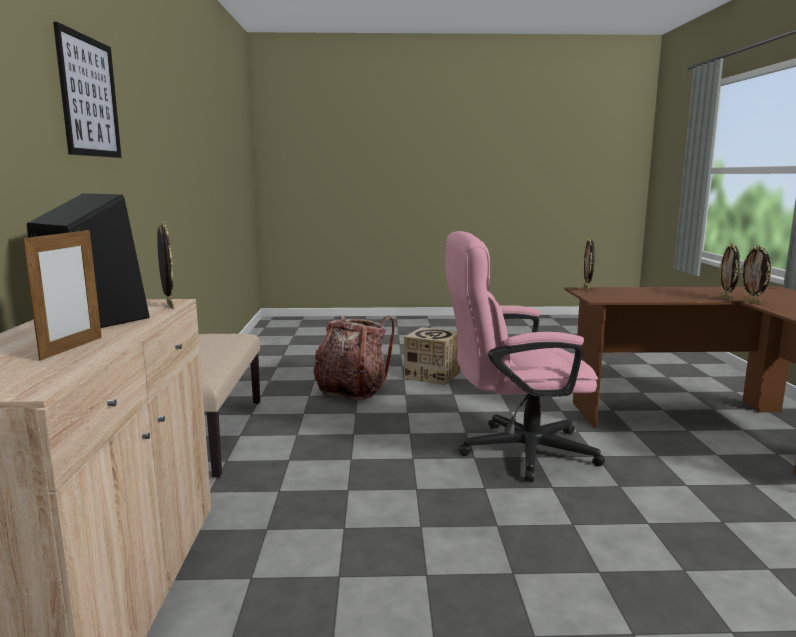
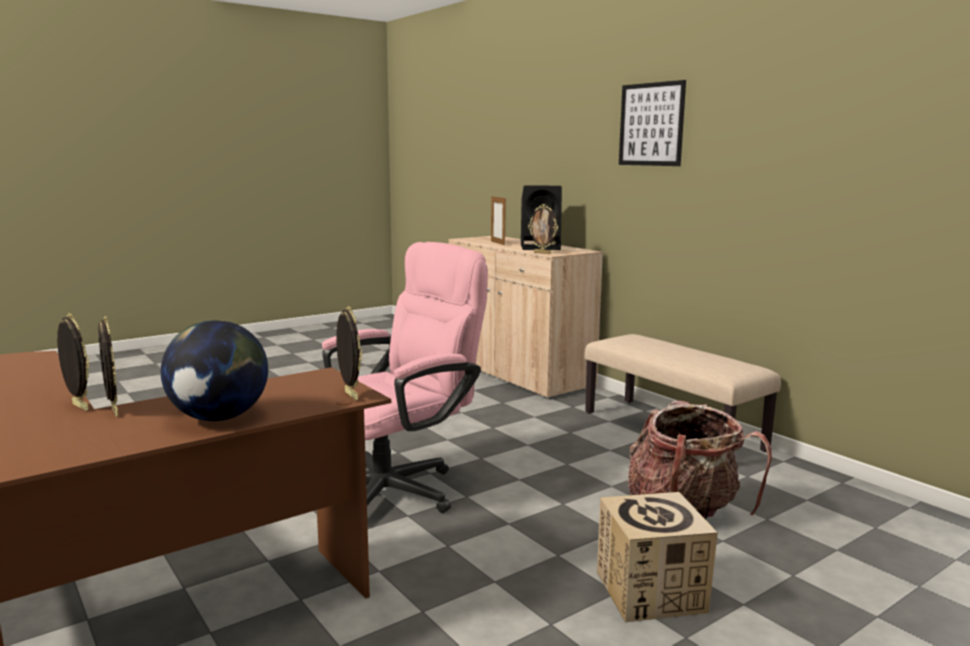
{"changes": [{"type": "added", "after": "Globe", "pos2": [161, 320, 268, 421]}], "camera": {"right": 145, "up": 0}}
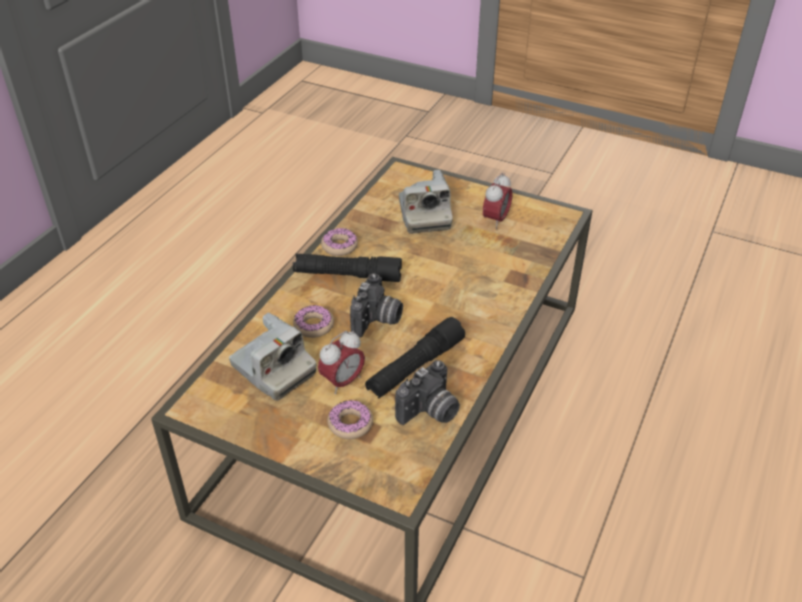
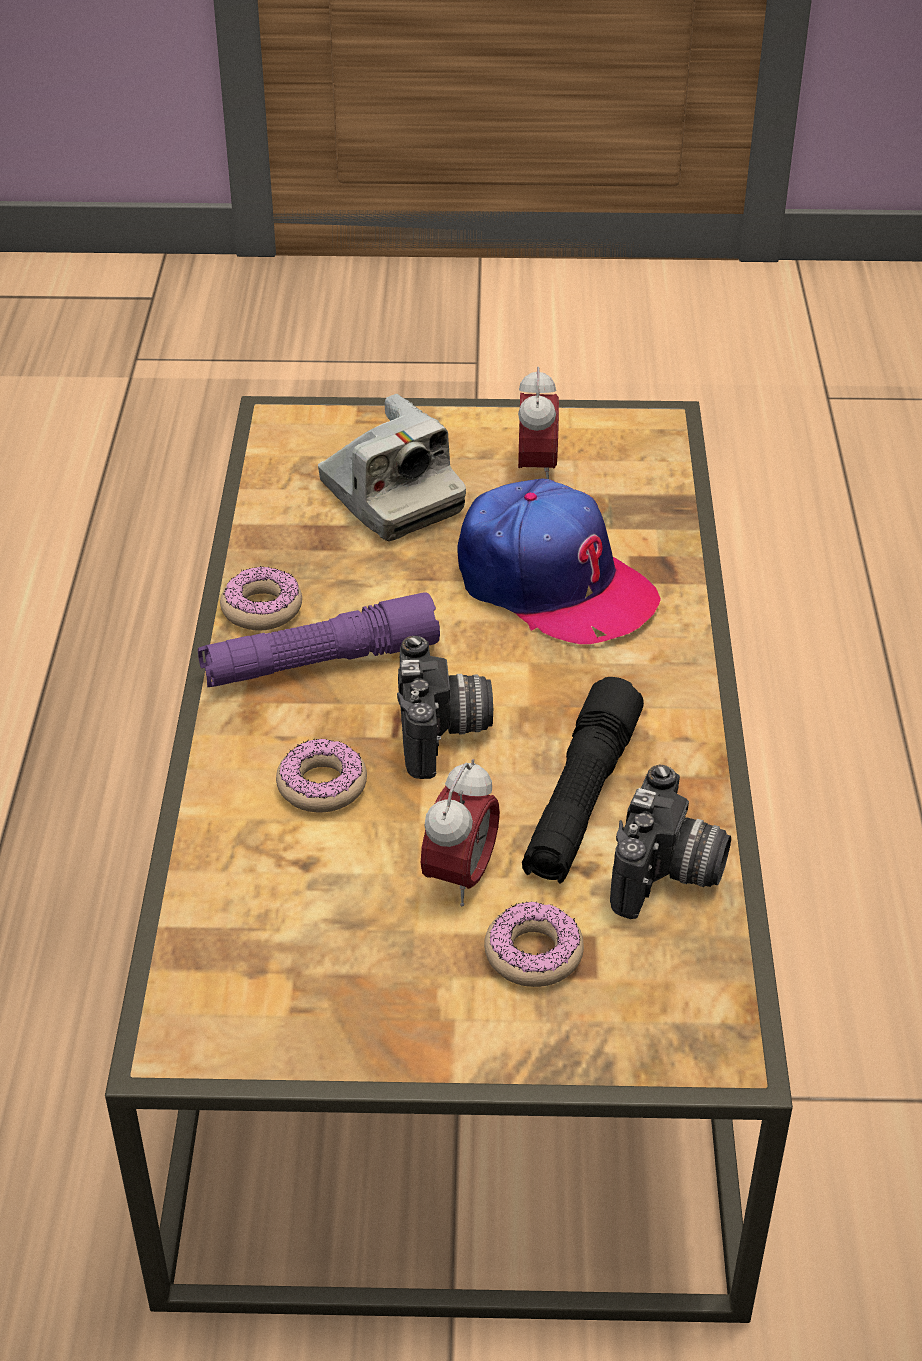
{"changes": [{"type": "removed", "before": "PhotoCamera", "pos1": [229, 313, 316, 401]}, {"type": "recoloured", "before": "BlackFlashlight", "after": "PurpleFlashlight", "pos1": [293, 254, 402, 282], "pos2": [198, 592, 440, 687]}, {"type": "added", "after": "Cap", "pos2": [457, 479, 661, 644]}], "camera": {"right": -25, "up": 0}}
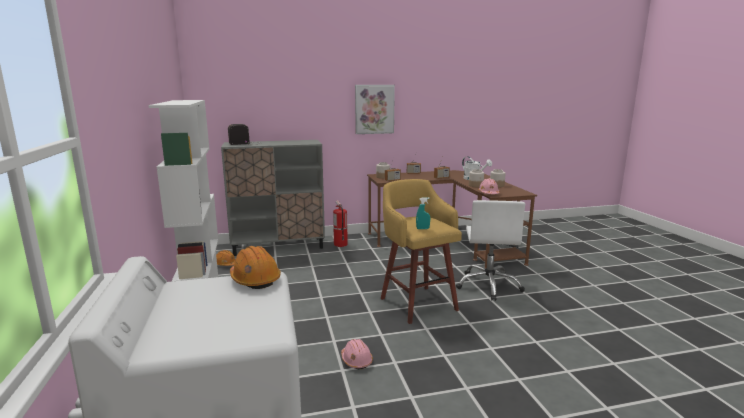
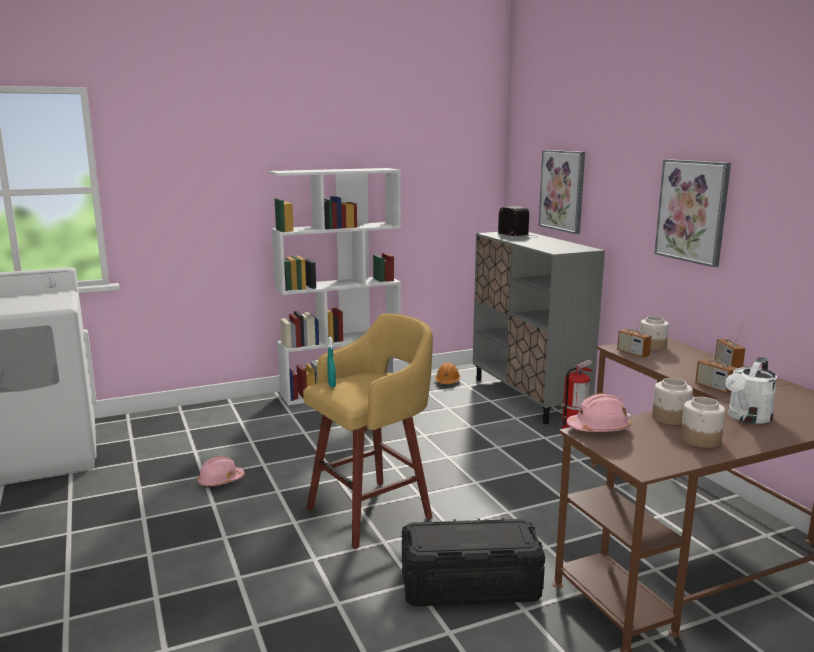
{"changes": [{"type": "removed", "before": "OrangeHardHat", "pos1": [230, 246, 281, 289]}, {"type": "replaced", "before": "WhiteOfficeChair", "after": "BlackStorageBox", "pos1": [456, 200, 525, 301], "pos2": [402, 518, 545, 606]}, {"type": "added", "after": "Picture", "pos2": [539, 150, 585, 234]}], "camera": {"right": 80, "up": 0}}
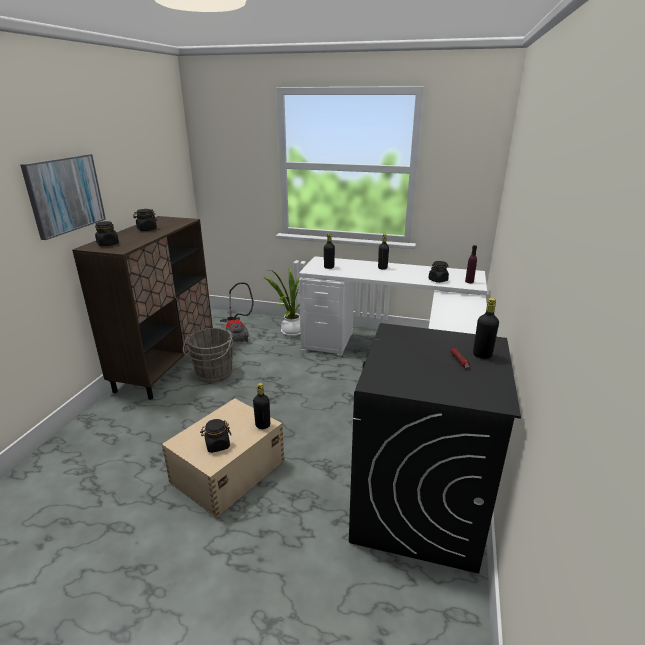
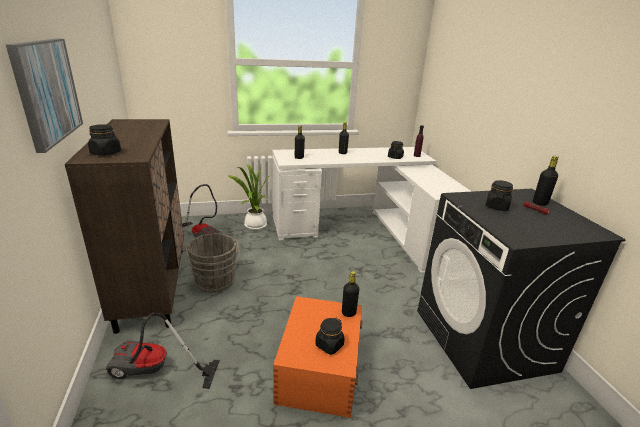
{"changes": [{"type": "moved", "before": "BlackJar", "pos1": [133, 209, 157, 231], "pos2": [485, 180, 513, 211]}, {"type": "recoloured", "before": "BeigeStorageBox", "after": "OrangeStorageBox", "pos1": [162, 398, 284, 518], "pos2": [273, 296, 362, 418]}, {"type": "added", "after": "VacuumCleaner", "pos2": [106, 313, 220, 389]}], "camera": {"right": -30, "up": 0}}
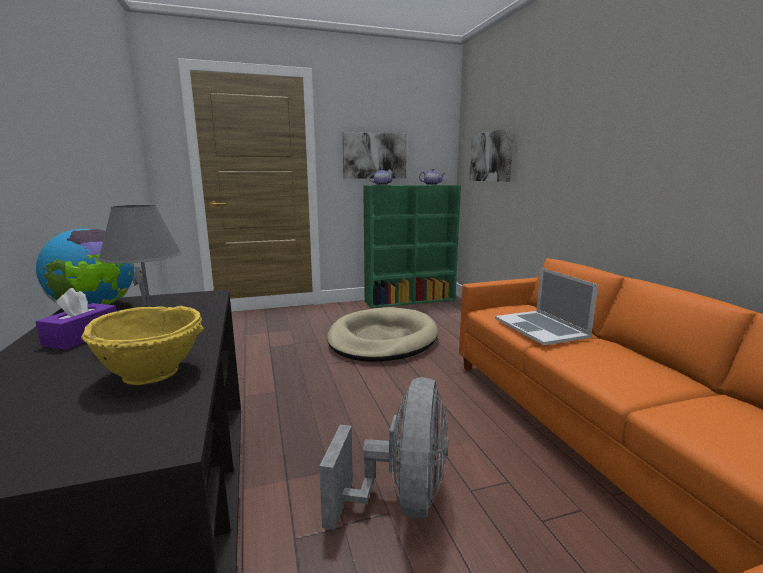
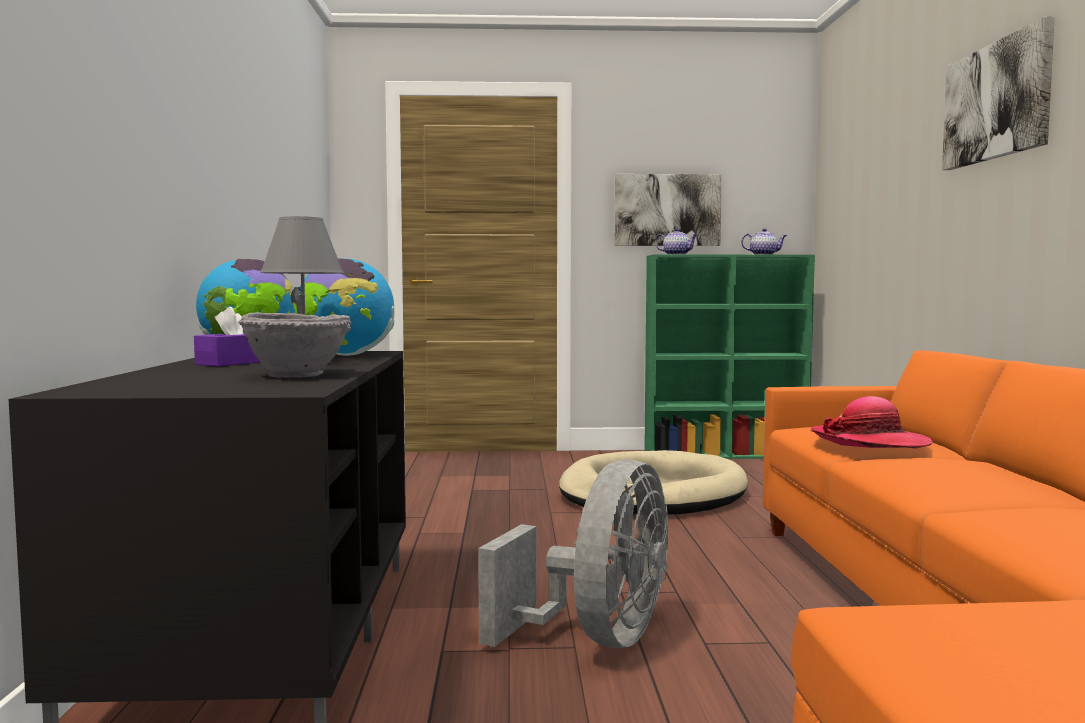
{"changes": [{"type": "recoloured", "before": "YellowBowl", "after": "GreyBowl", "pos1": [81, 306, 204, 385], "pos2": [239, 313, 351, 378]}, {"type": "moved", "before": "Picture", "pos1": [469, 128, 514, 182], "pos2": [942, 17, 1055, 170]}, {"type": "replaced", "before": "Laptop", "after": "Hat", "pos1": [495, 268, 598, 345], "pos2": [810, 396, 933, 449]}, {"type": "added", "after": "Globe", "pos2": [293, 258, 395, 356]}], "camera": {"right": 15, "up": -10}}
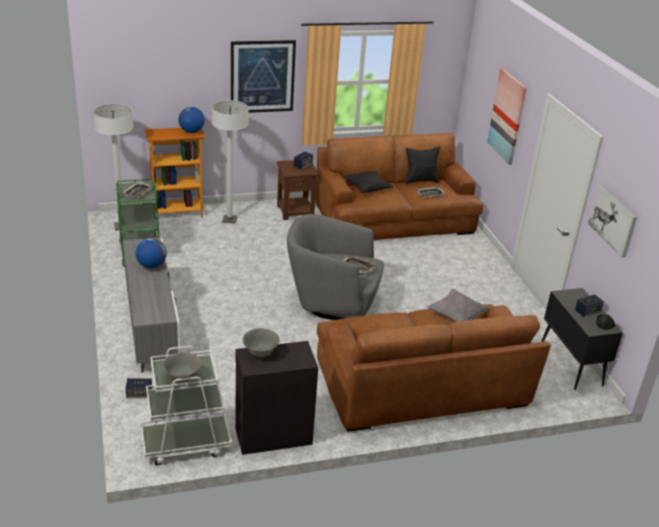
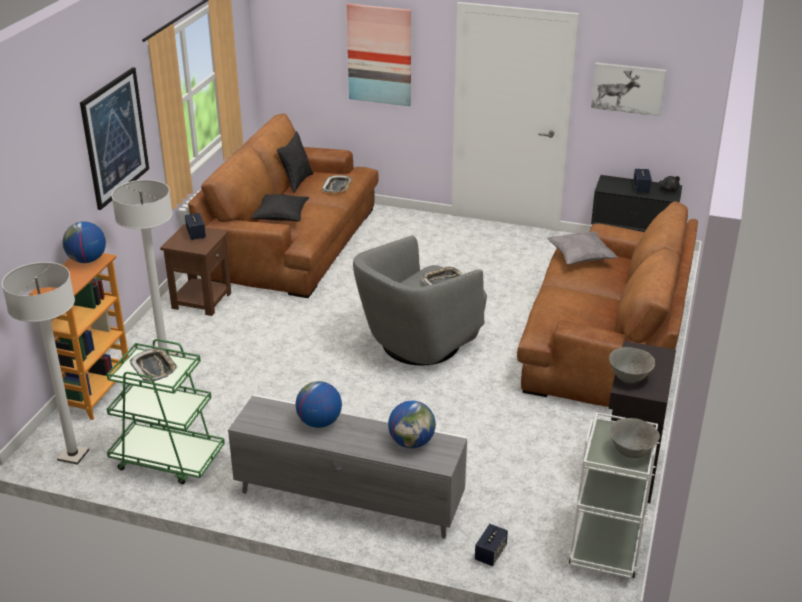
{"changes": [{"type": "added", "after": "Globe", "pos2": [388, 401, 436, 448]}], "camera": {"right": -55, "up": 0}}
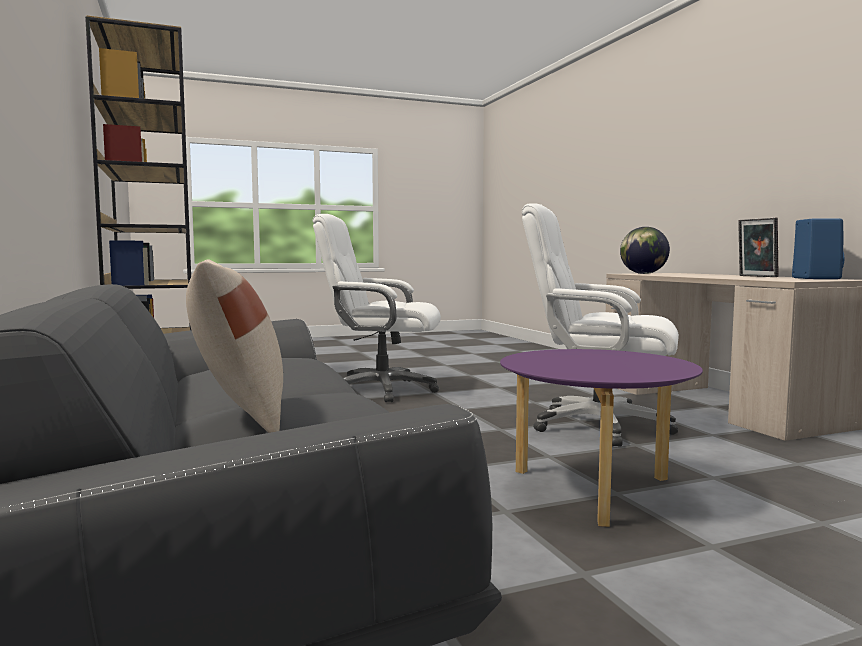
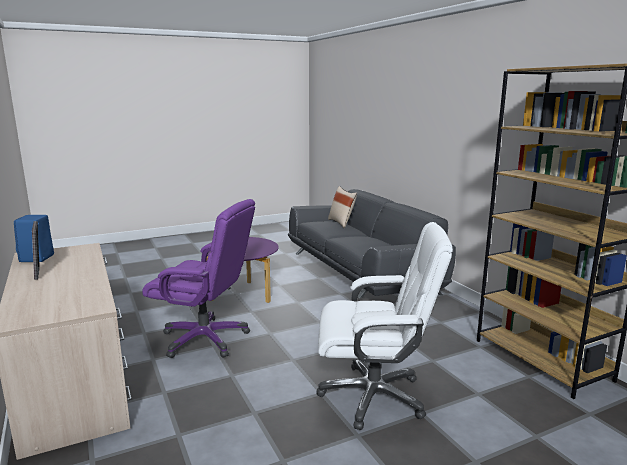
{"changes": [{"type": "recoloured", "before": "WhiteOfficeChair", "after": "PurpleOfficeChair", "pos1": [522, 203, 679, 447], "pos2": [142, 199, 255, 358]}, {"type": "removed", "before": "Globe", "pos1": [620, 227, 670, 274]}], "camera": {"right": 175, "up": 10}}
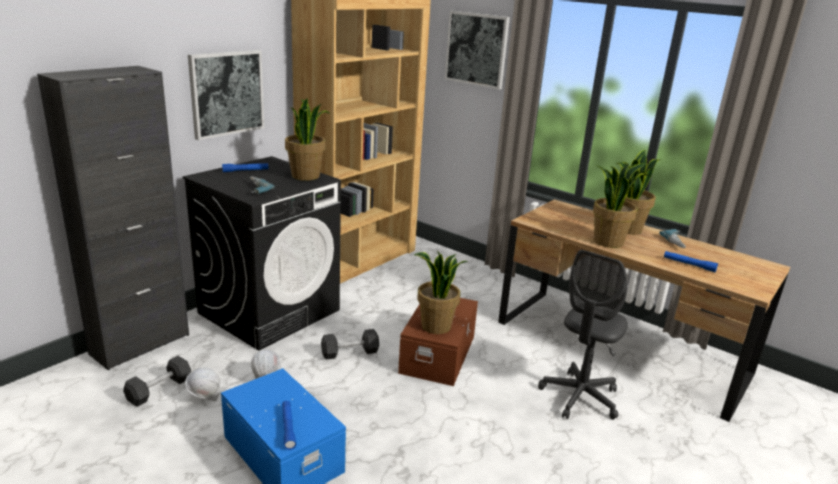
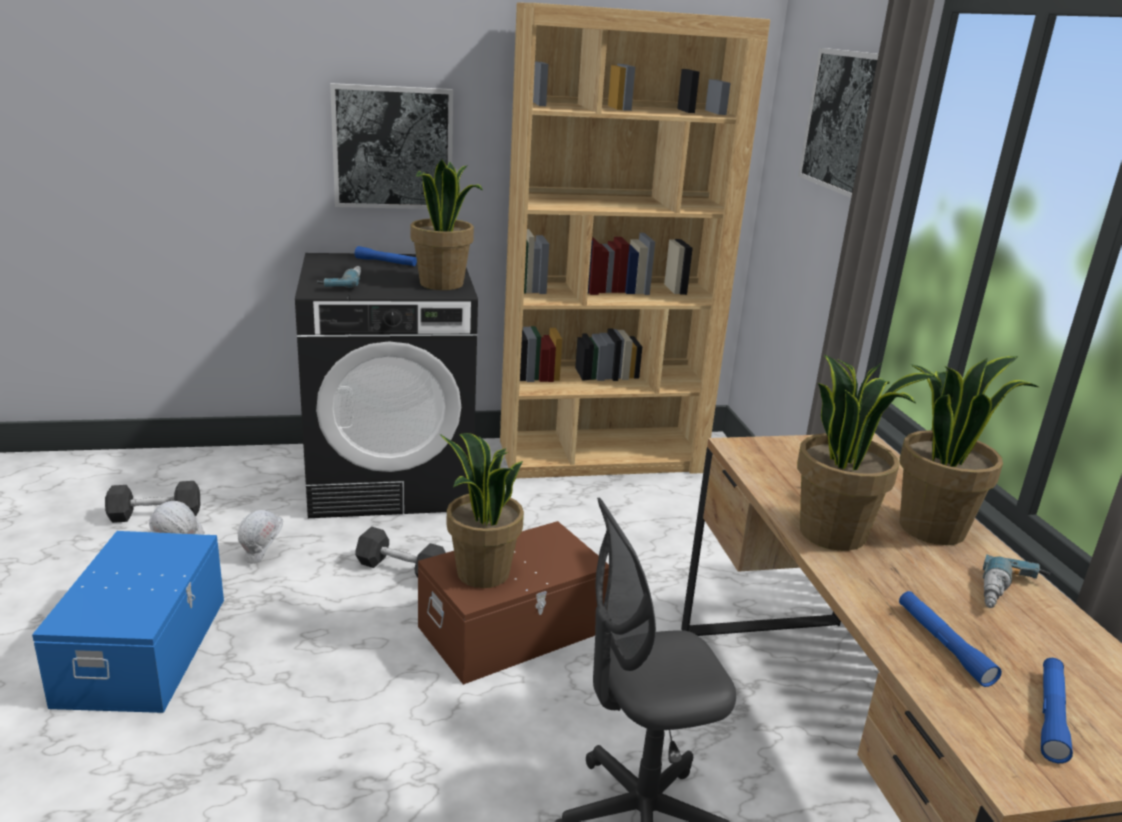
{"changes": [{"type": "removed", "before": "BlackCabinet", "pos1": [37, 66, 189, 370]}, {"type": "moved", "before": "BlueFlashlight", "pos1": [282, 401, 296, 450], "pos2": [1041, 658, 1073, 763]}], "camera": {"right": 40, "up": 0}}
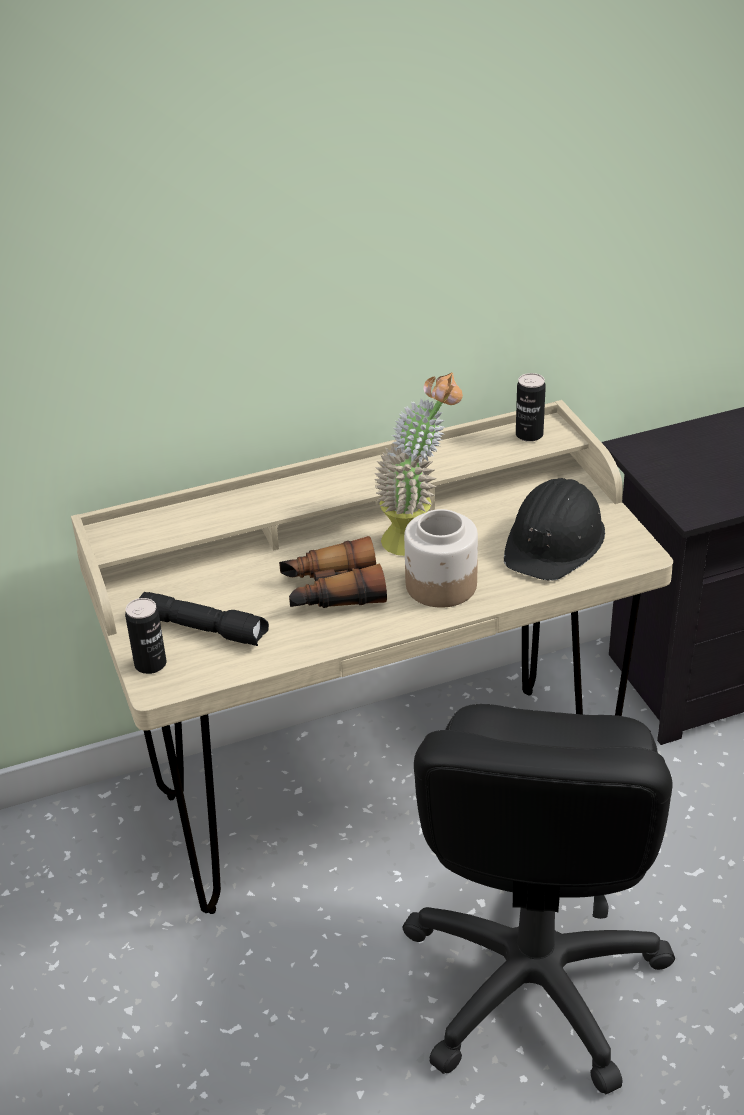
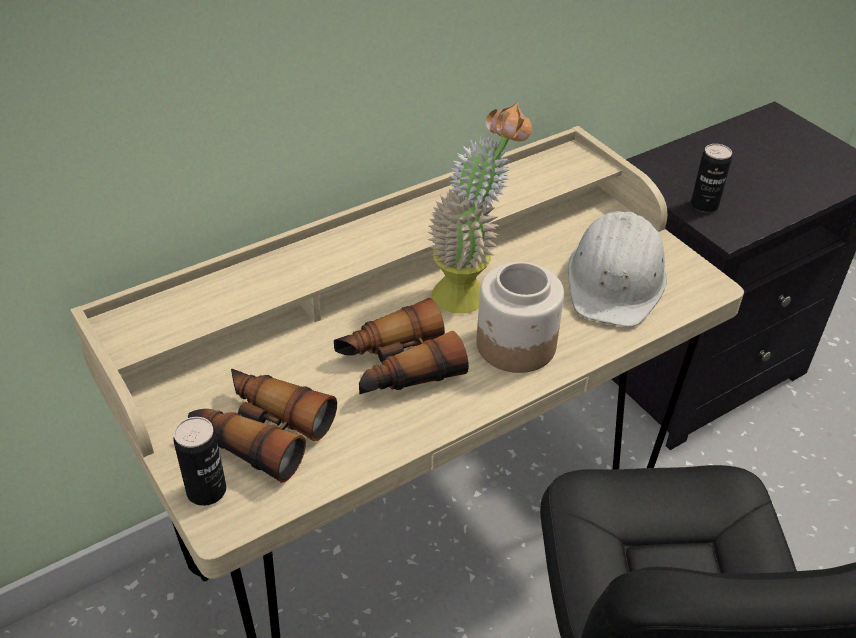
{"changes": [{"type": "replaced", "before": "BlackFlashlight", "after": "Binoculars", "pos1": [139, 592, 269, 646], "pos2": [188, 369, 337, 483]}, {"type": "recoloured", "before": "BlackHardHat", "after": "WhiteHardHat", "pos1": [504, 478, 606, 581], "pos2": [568, 211, 667, 327]}, {"type": "moved", "before": "Can", "pos1": [516, 373, 546, 442], "pos2": [691, 144, 732, 212]}], "camera": {"right": -15, "up": 5}}
